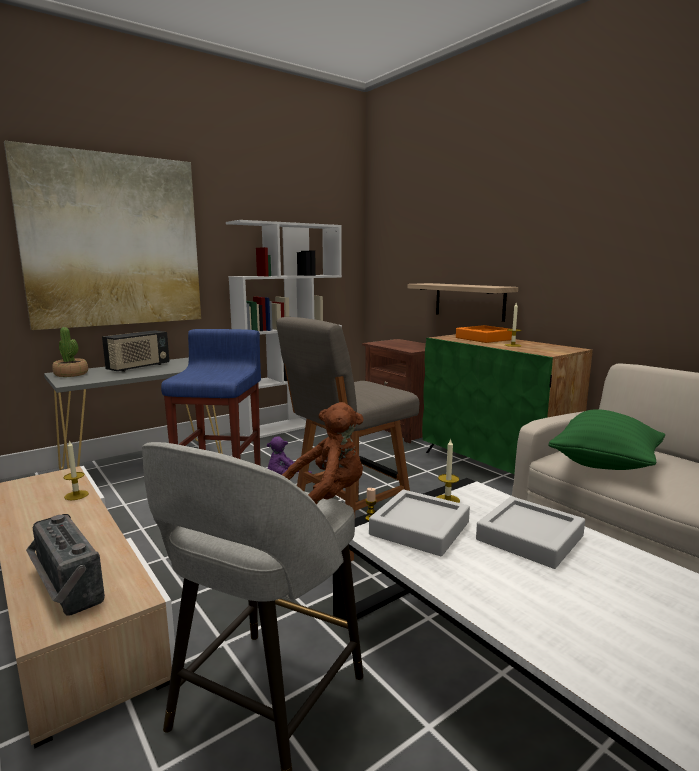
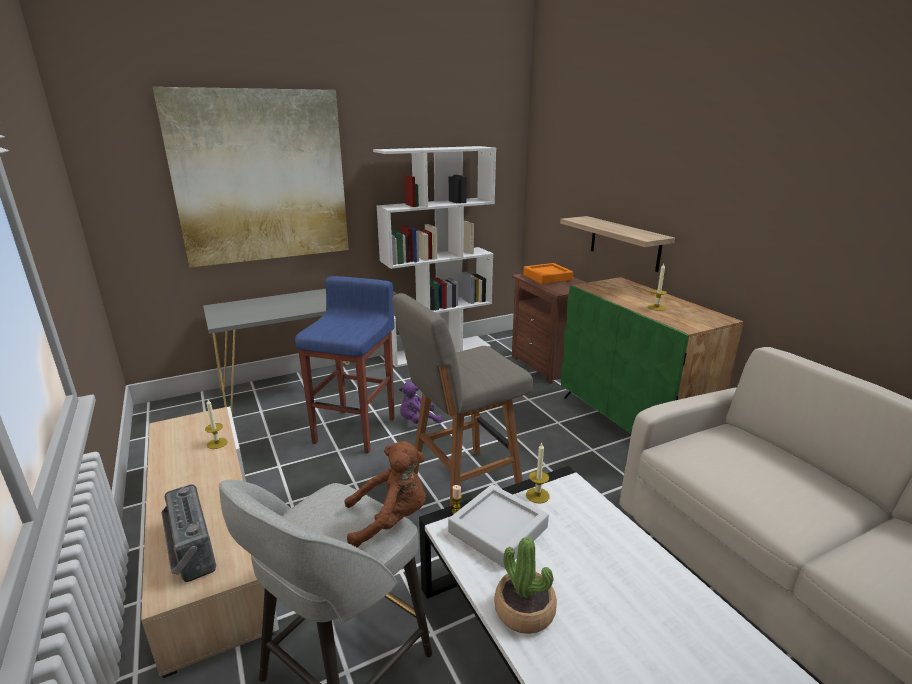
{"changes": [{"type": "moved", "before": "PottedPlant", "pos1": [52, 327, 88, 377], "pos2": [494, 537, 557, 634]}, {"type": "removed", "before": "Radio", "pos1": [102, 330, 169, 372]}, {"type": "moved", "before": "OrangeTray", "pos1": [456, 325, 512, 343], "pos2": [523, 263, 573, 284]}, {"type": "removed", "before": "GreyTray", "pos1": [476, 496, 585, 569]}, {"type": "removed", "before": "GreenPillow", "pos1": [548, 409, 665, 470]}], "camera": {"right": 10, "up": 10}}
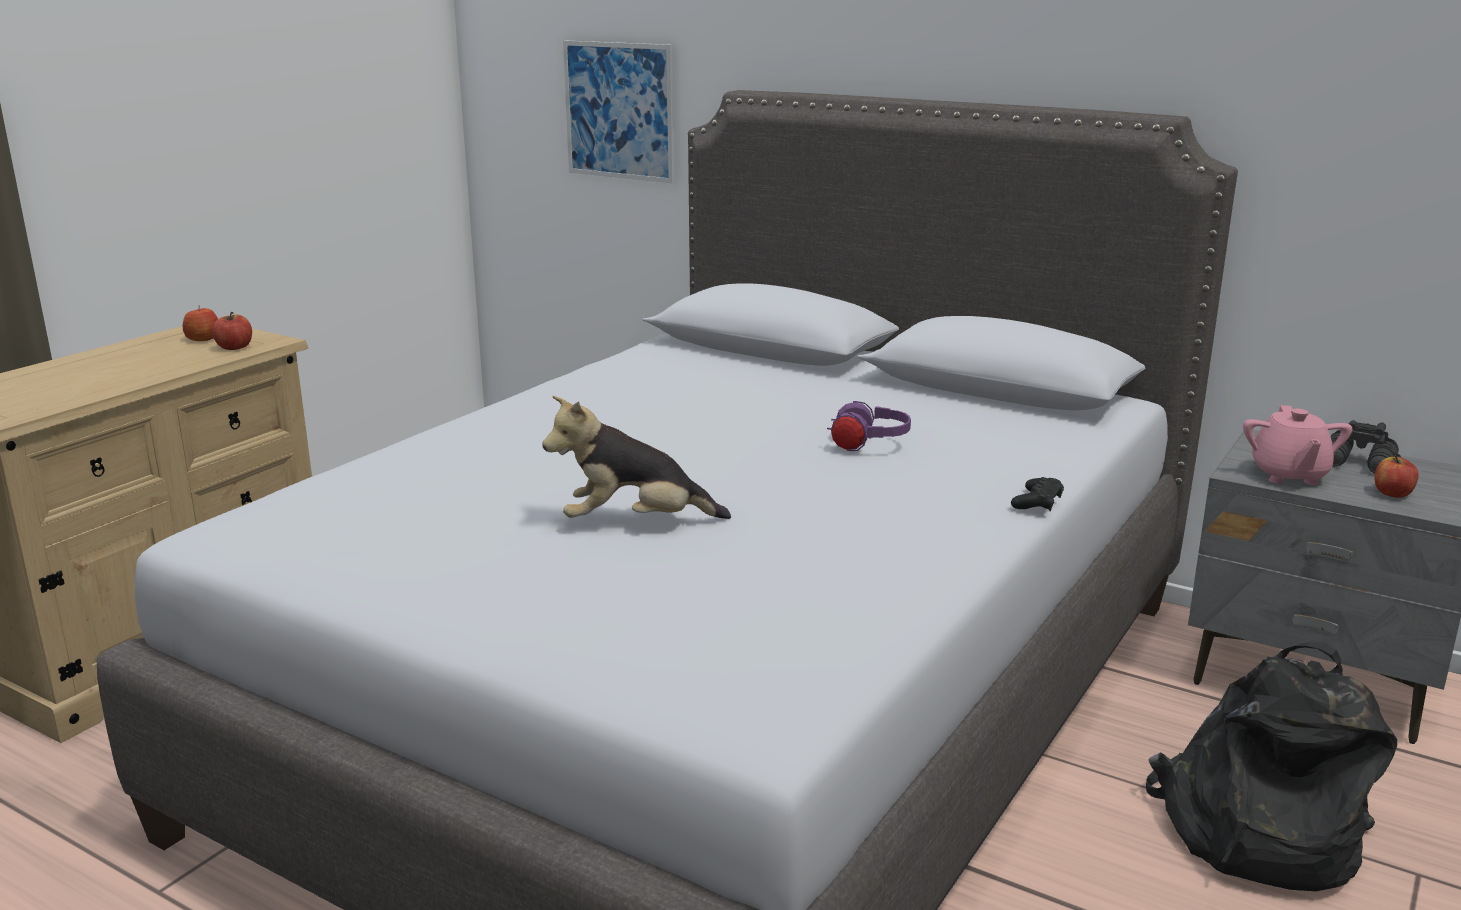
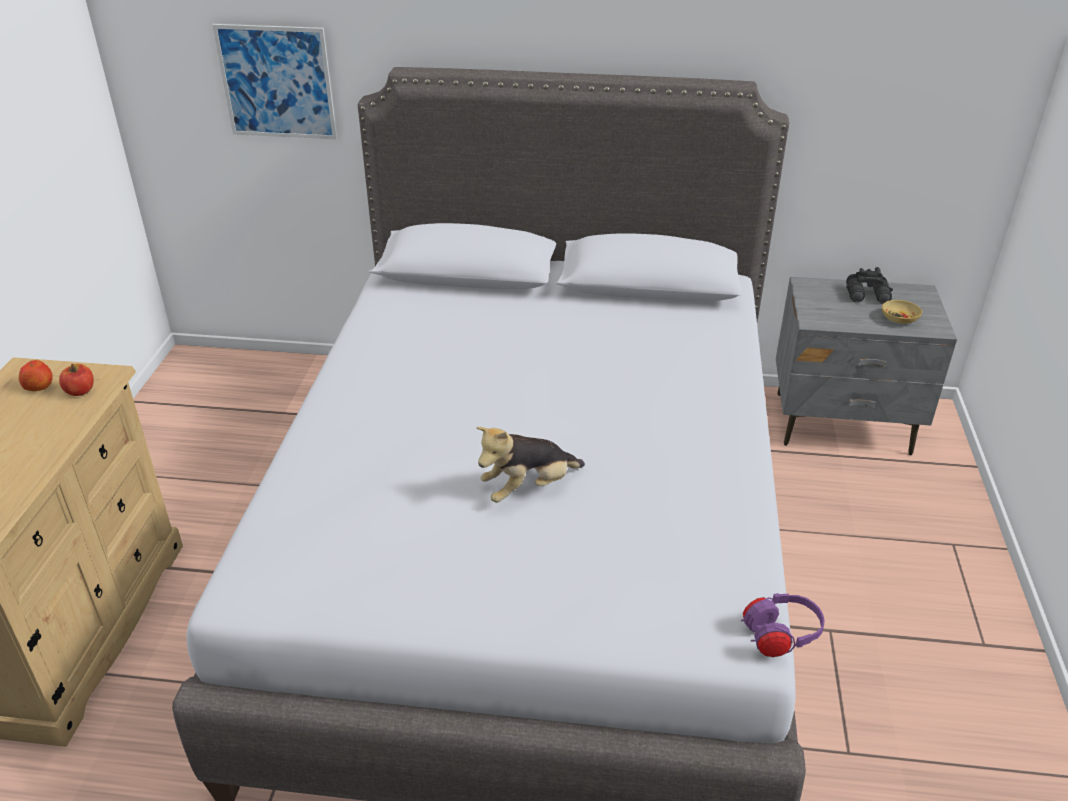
{"changes": [{"type": "moved", "before": "PurpleHeadphones", "pos1": [827, 401, 911, 451], "pos2": [741, 593, 825, 657]}, {"type": "removed", "before": "BlackGameController", "pos1": [1011, 477, 1064, 511]}, {"type": "removed", "before": "BlackBackpack", "pos1": [1146, 642, 1397, 891]}, {"type": "removed", "before": "PinkTeapot", "pos1": [1243, 405, 1352, 485]}, {"type": "replaced", "before": "Apple", "after": "BeigeBowl", "pos1": [1375, 455, 1419, 498], "pos2": [882, 300, 922, 324]}], "camera": {"right": -25, "up": 15}}
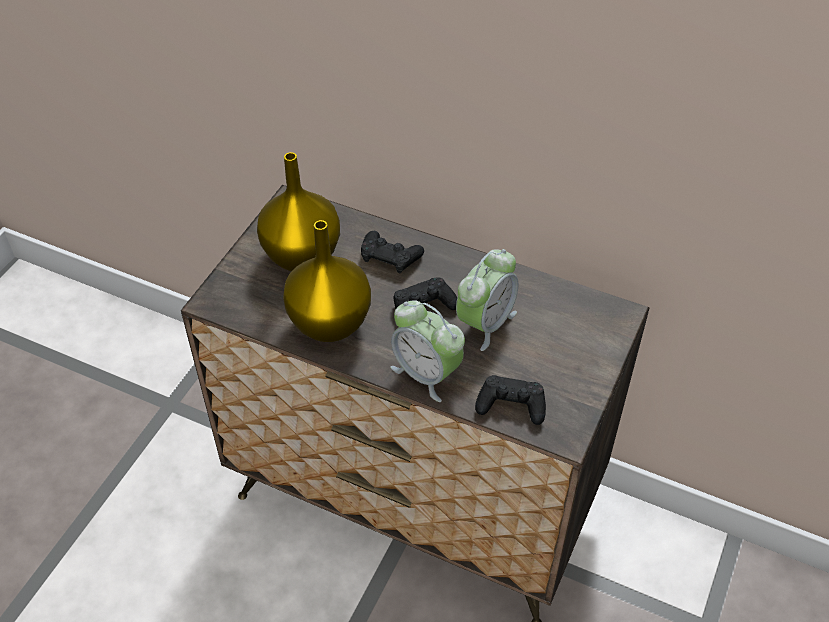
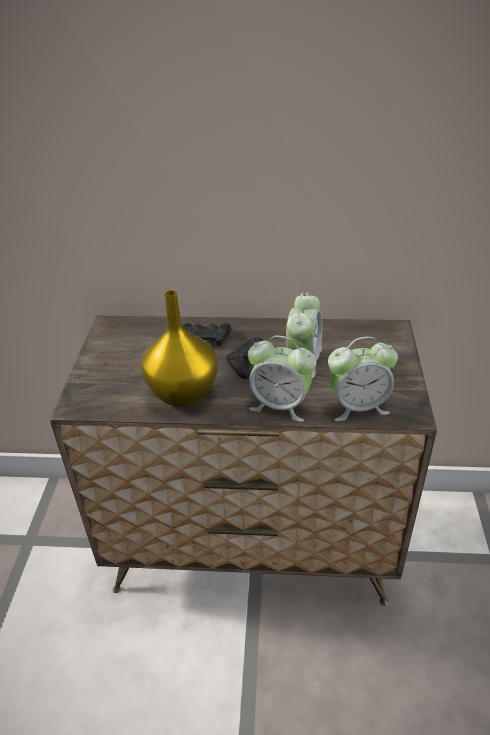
{"changes": [{"type": "removed", "before": "YellowVase", "pos1": [257, 152, 340, 271]}, {"type": "replaced", "before": "BlackGameController", "after": "AlarmClock", "pos1": [475, 375, 546, 425], "pos2": [328, 337, 398, 421]}], "camera": {"right": -20, "up": -10}}
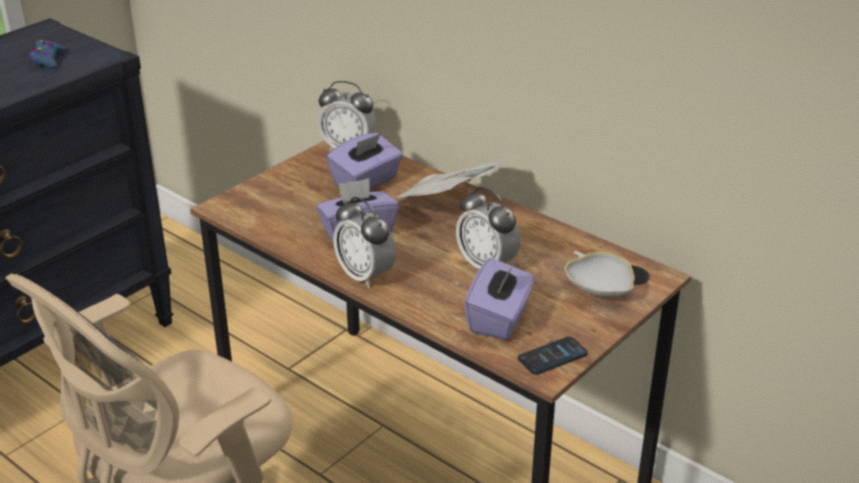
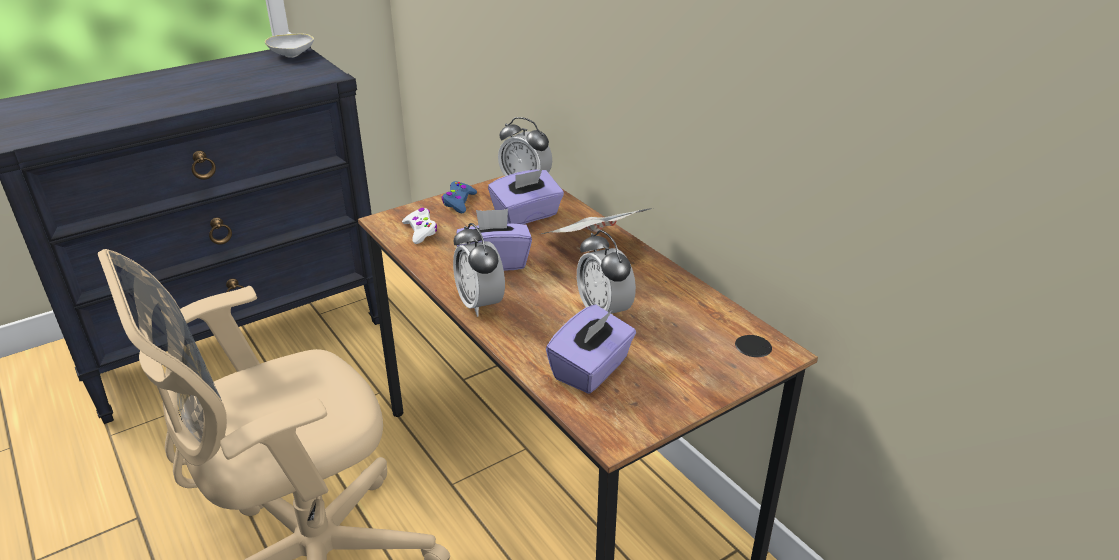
{"changes": [{"type": "moved", "before": "BlueGameController", "pos1": [29, 40, 65, 69], "pos2": [442, 181, 477, 213]}, {"type": "removed", "before": "Phone", "pos1": [518, 337, 588, 375]}, {"type": "moved", "before": "WhiteBowl", "pos1": [564, 251, 635, 296], "pos2": [265, 32, 314, 58]}, {"type": "added", "after": "WhiteGameController", "pos2": [402, 208, 437, 244]}], "camera": {"right": 15, "up": 0}}
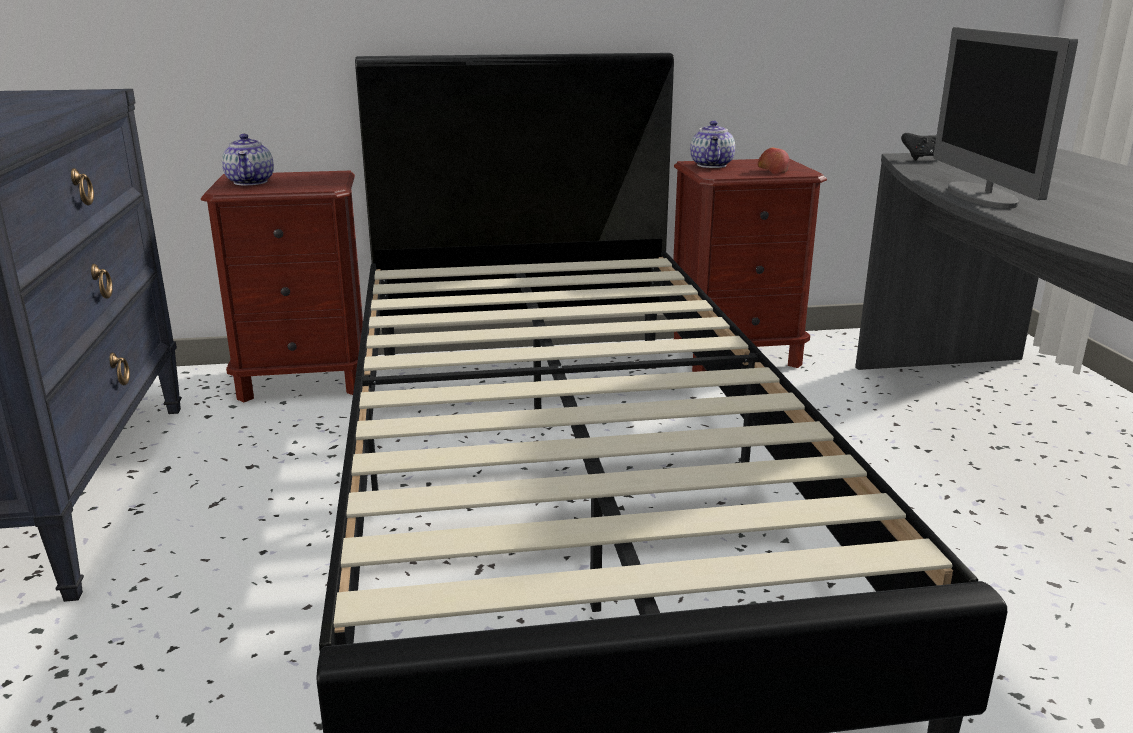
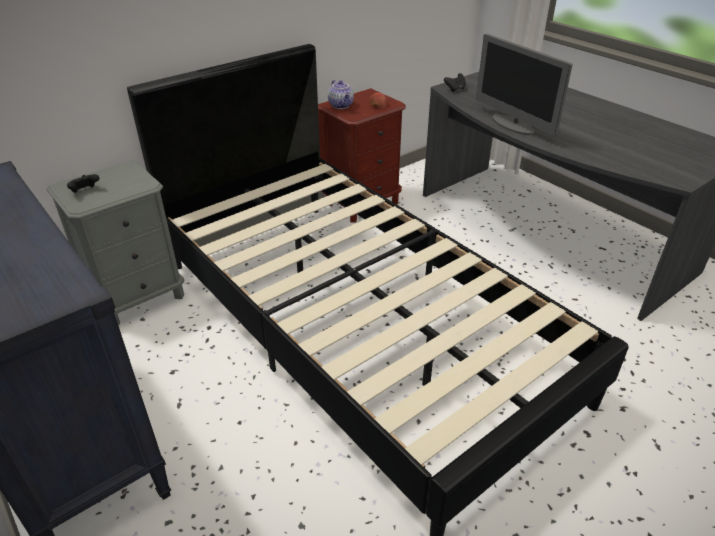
{"changes": [{"type": "recoloured", "before": "BrownNightstand", "after": "GreyNightstand", "pos1": [201, 171, 363, 402], "pos2": [46, 160, 184, 326]}, {"type": "replaced", "before": "Teapot", "after": "BlackGameController", "pos1": [222, 134, 274, 185], "pos2": [67, 174, 99, 193]}], "camera": {"right": -30, "up": 15}}
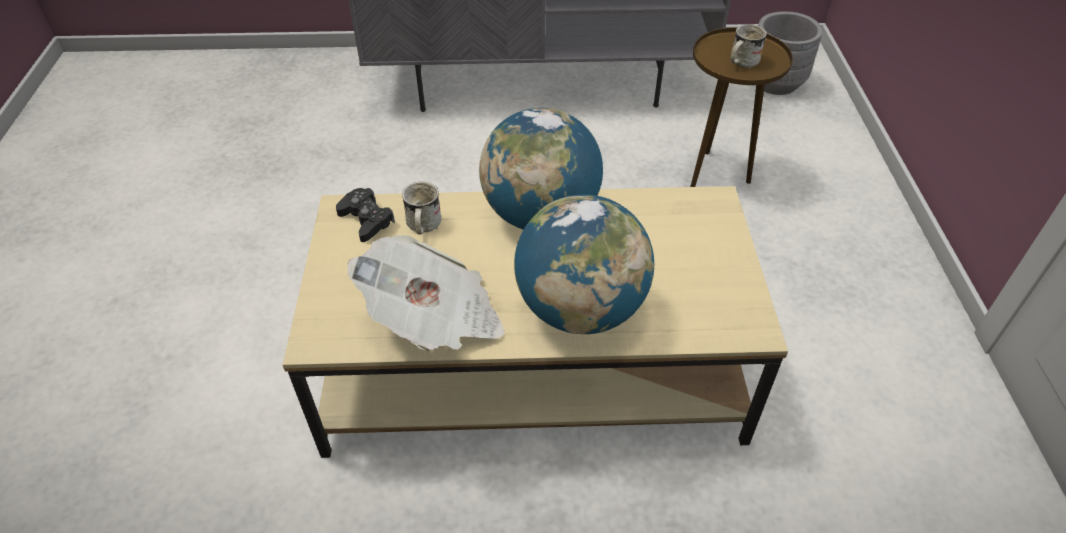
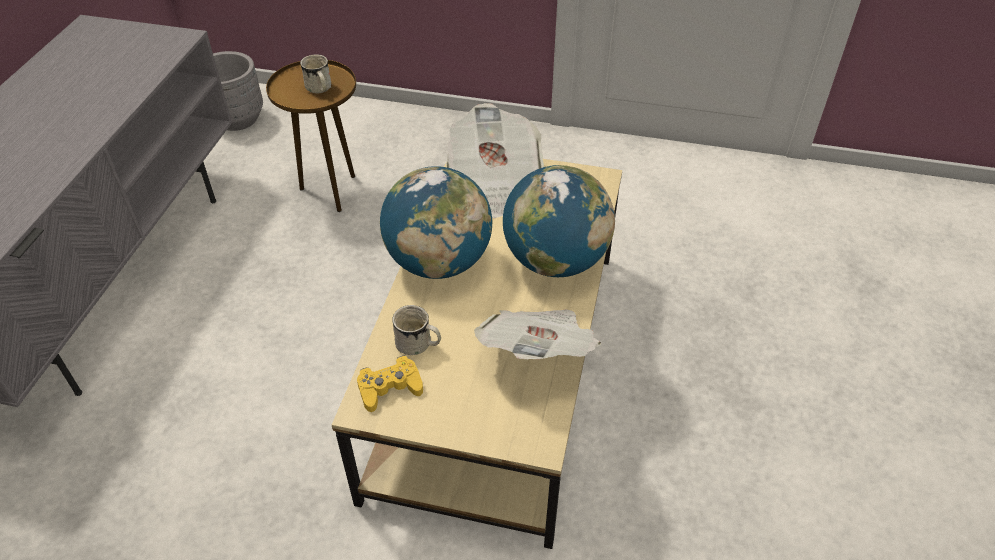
{"changes": [{"type": "recoloured", "before": "BlackGameController", "after": "YellowGameController", "pos1": [336, 188, 395, 242], "pos2": [357, 356, 423, 412]}, {"type": "added", "after": "Newspaper", "pos2": [446, 103, 544, 218]}], "camera": {"right": -75, "up": 0}}
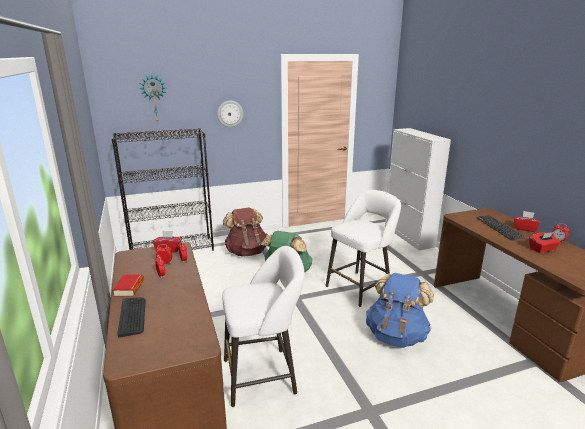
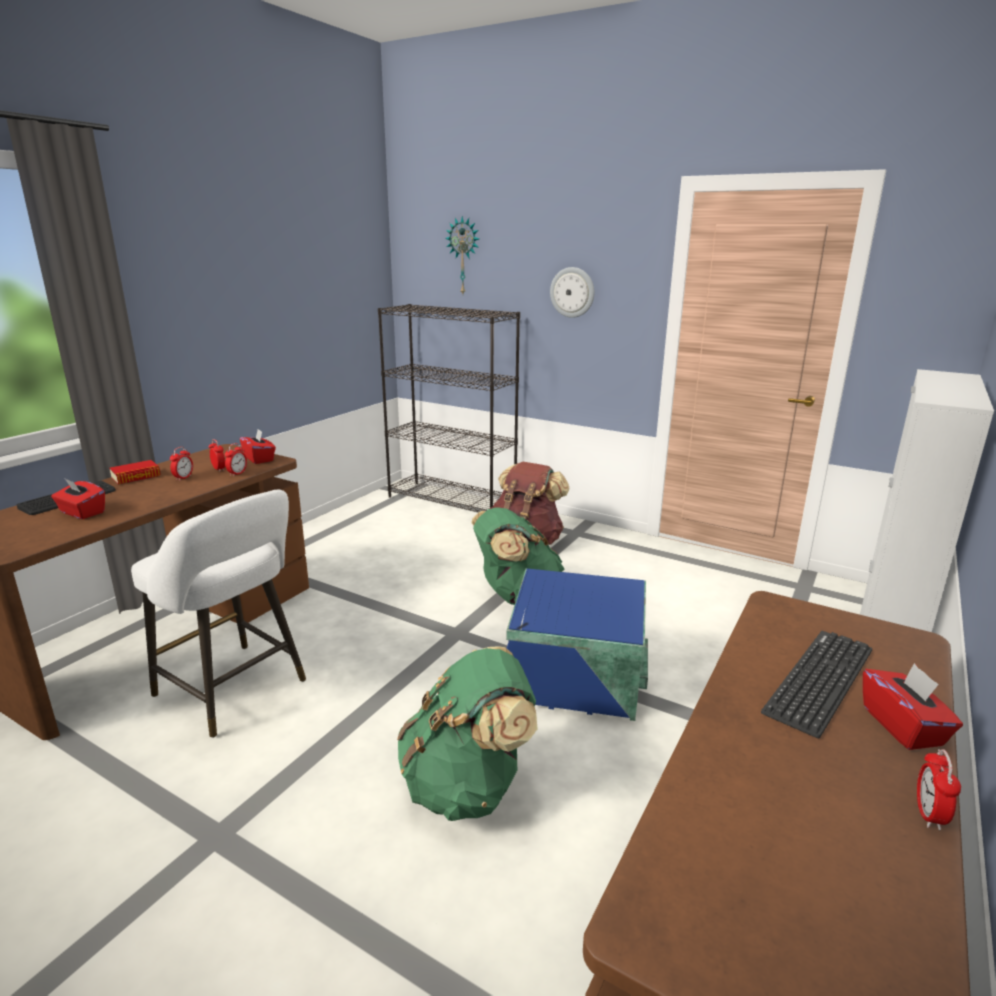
{"changes": [{"type": "replaced", "before": "WhiteStool", "after": "BlueStorageBox", "pos1": [326, 190, 401, 307], "pos2": [506, 568, 648, 721]}, {"type": "recoloured", "before": "BlueBackpack", "after": "GreenBackpack", "pos1": [366, 273, 434, 348], "pos2": [397, 647, 538, 821]}, {"type": "moved", "before": "RedTissueBox", "pos1": [529, 232, 561, 253], "pos2": [51, 478, 105, 519]}], "camera": {"right": 50, "up": 0}}
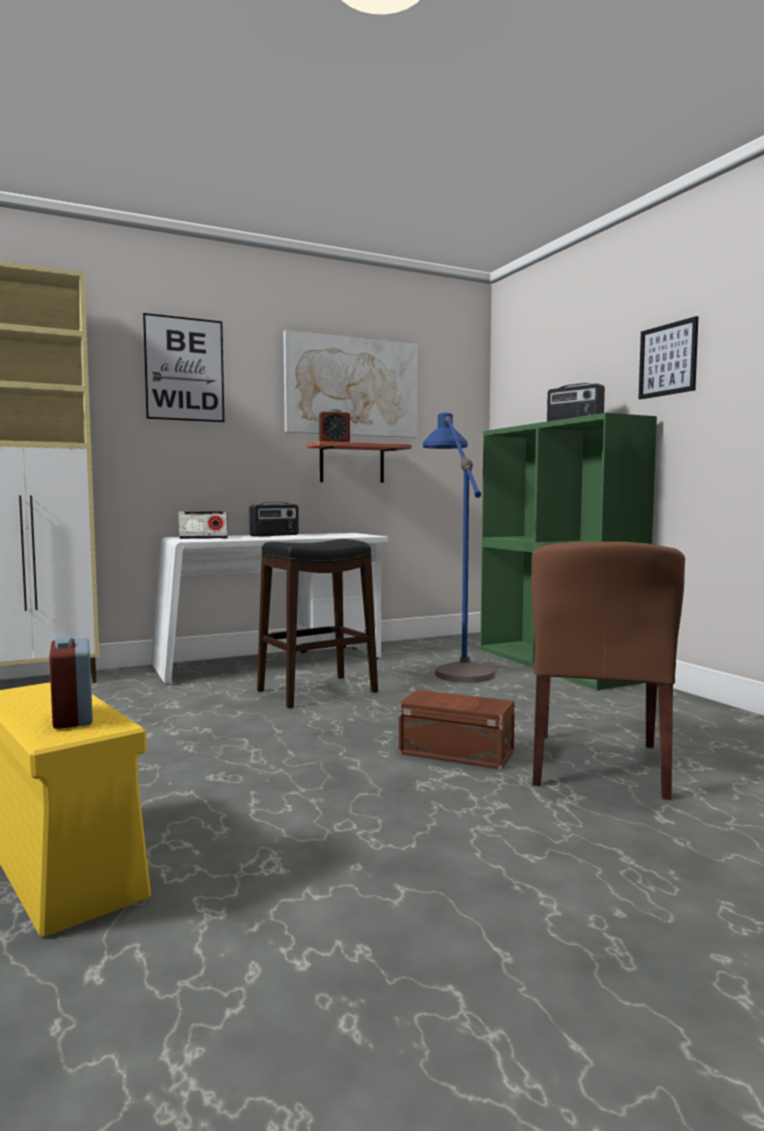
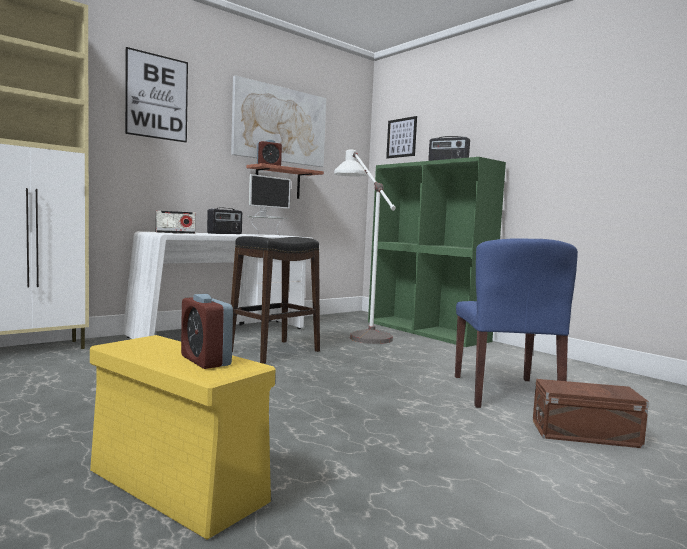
{"changes": [{"type": "moved", "before": "BrownStorageBox", "pos1": [399, 690, 515, 770], "pos2": [533, 379, 649, 448]}, {"type": "recoloured", "before": "BlueFloorLamp", "after": "WhiteFloorLamp", "pos1": [423, 412, 495, 683], "pos2": [334, 149, 396, 344]}, {"type": "recoloured", "before": "BrownChair", "after": "BlueChair", "pos1": [531, 542, 685, 800], "pos2": [455, 238, 578, 408]}, {"type": "moved", "before": "Picture", "pos1": [639, 316, 699, 399], "pos2": [386, 116, 417, 159]}, {"type": "added", "after": "Monitor", "pos2": [247, 174, 291, 236]}], "camera": {"right": -15, "up": 0}}
